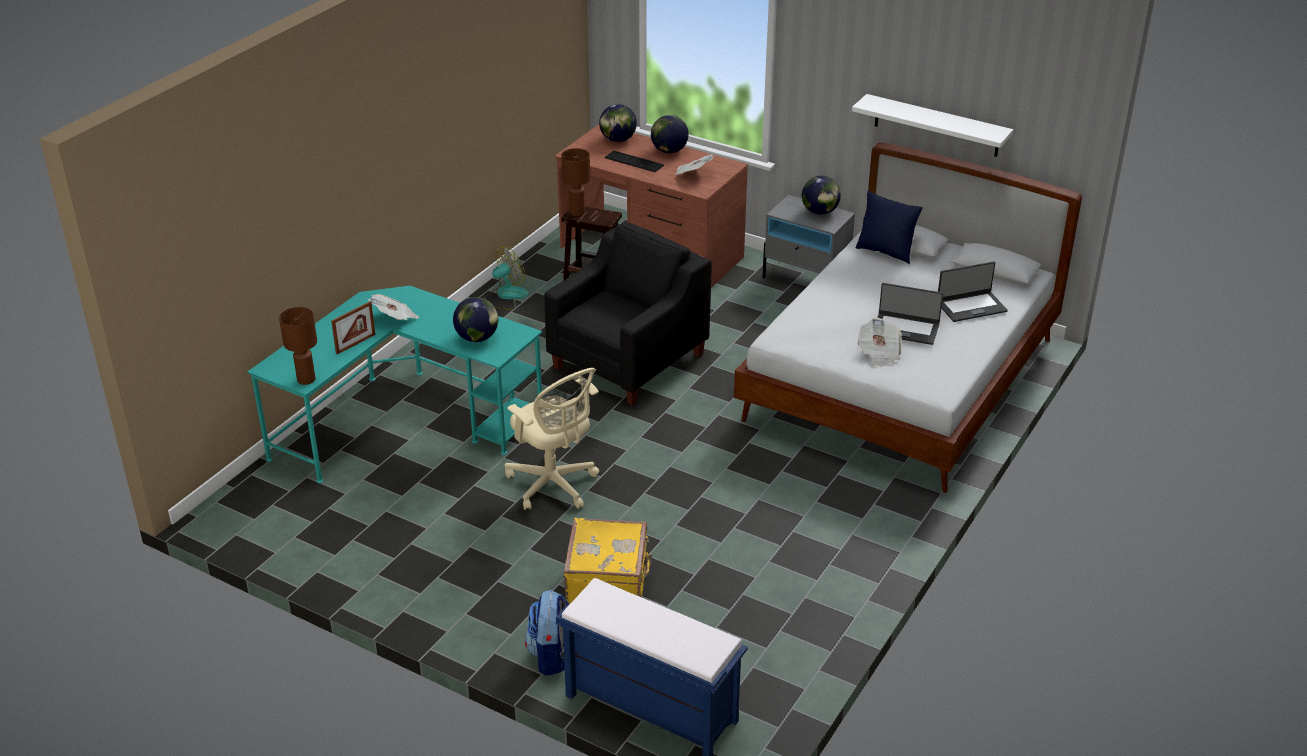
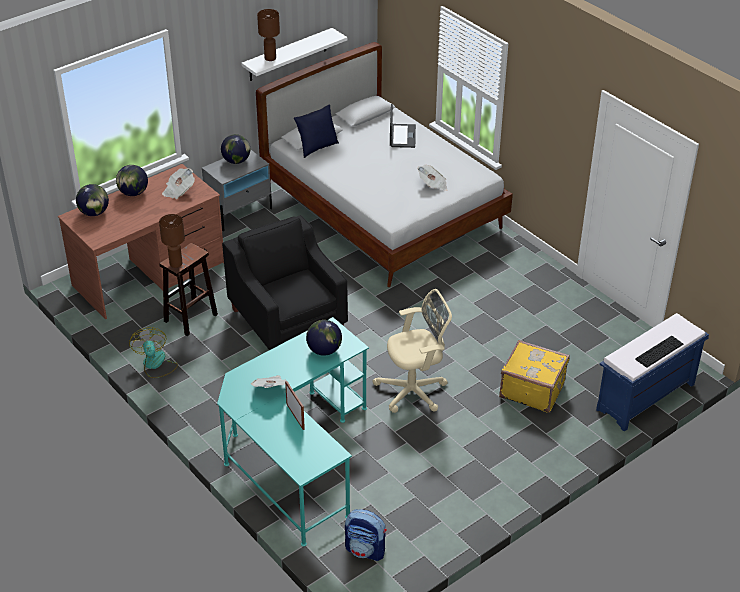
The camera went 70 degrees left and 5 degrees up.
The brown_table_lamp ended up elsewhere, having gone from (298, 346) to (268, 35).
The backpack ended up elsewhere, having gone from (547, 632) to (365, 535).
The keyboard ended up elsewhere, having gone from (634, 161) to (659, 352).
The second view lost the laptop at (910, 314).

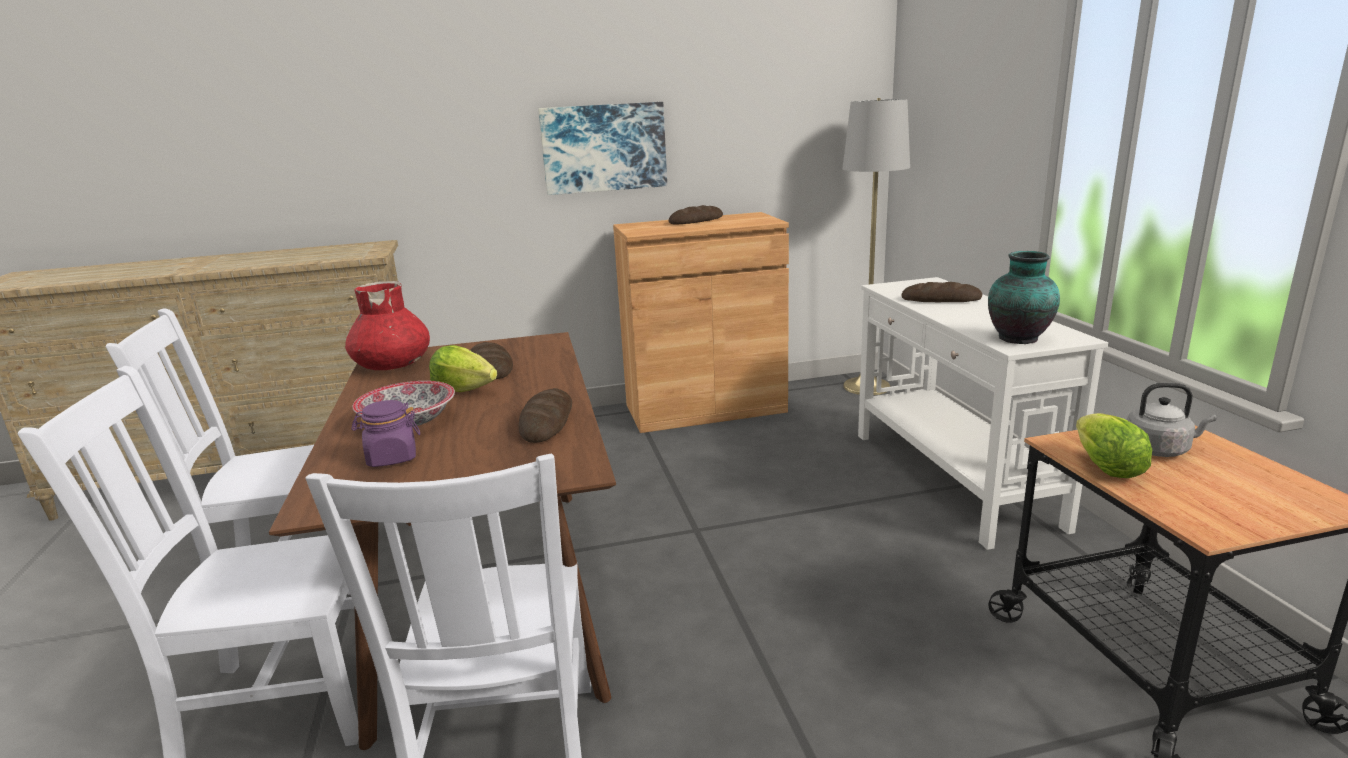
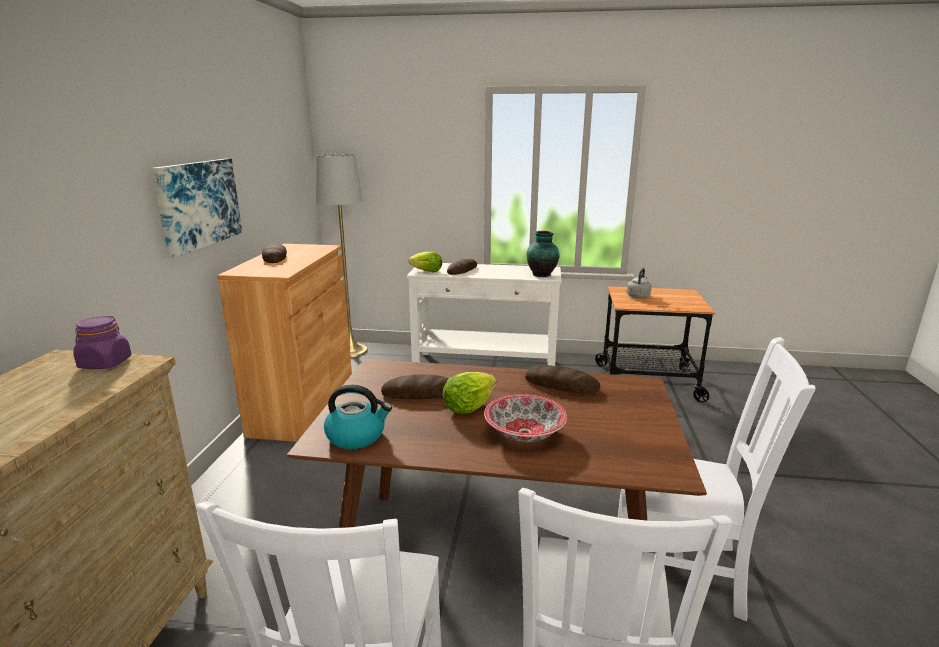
The camera went 70 degrees left and 0 degrees up.
The purple_jar ended up elsewhere, having gone from (385, 433) to (102, 342).
Where the red_vase stood at (387, 325), the kettle came to stand at (358, 417).
The lettuce ended up elsewhere, having gone from (1114, 445) to (425, 262).

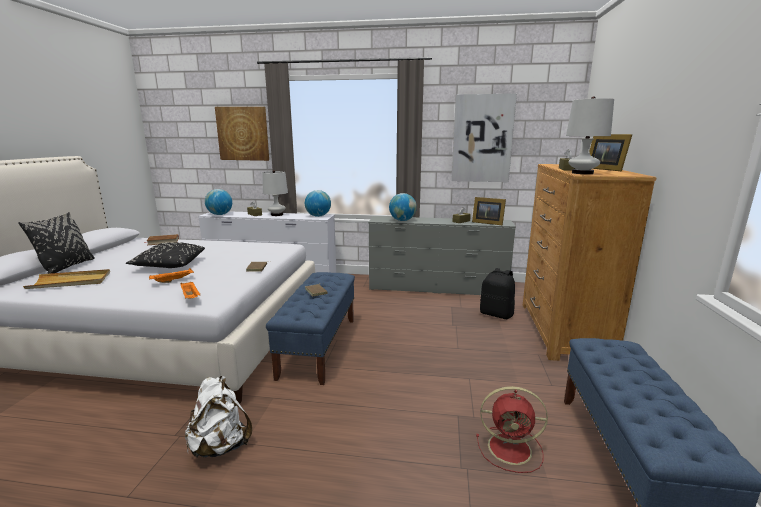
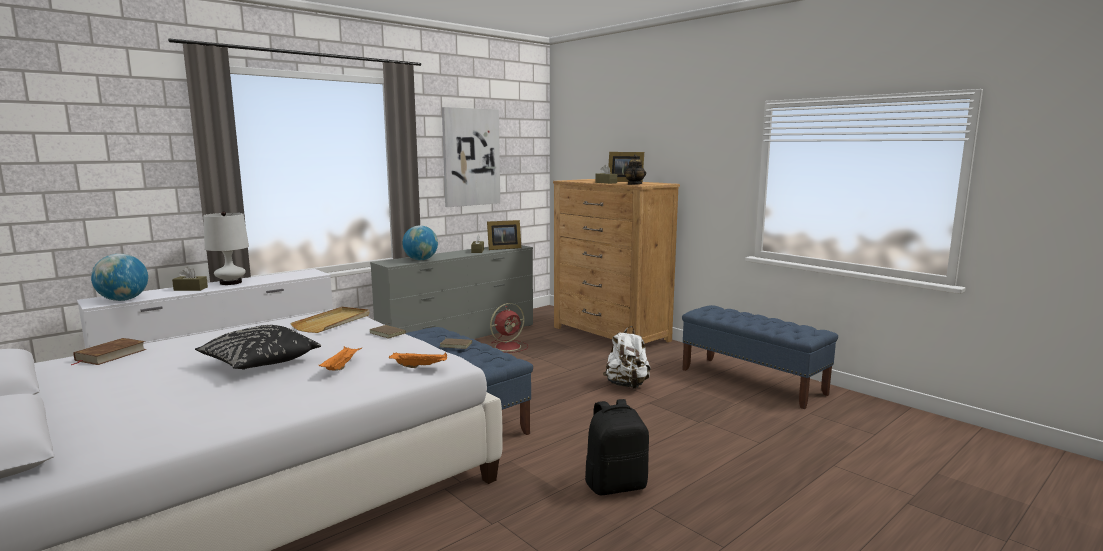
The camera went 50 degrees left and 5 degrees down.
The beige_tray ended up elsewhere, having gone from (66, 279) to (330, 320).
The red_fan ended up elsewhere, having gone from (512, 429) to (509, 328).
The black_backpack ended up elsewhere, having gone from (497, 293) to (617, 447).
The white_backpack ended up elsewhere, having gone from (218, 416) to (627, 357).
Where the white_table_lamp stood at (590, 135), the teapot came to stand at (635, 170).
The second view lost the black_pillow at (57, 243).
The second view lost the picture at (242, 134).
The second view lost the globe at (318, 203).

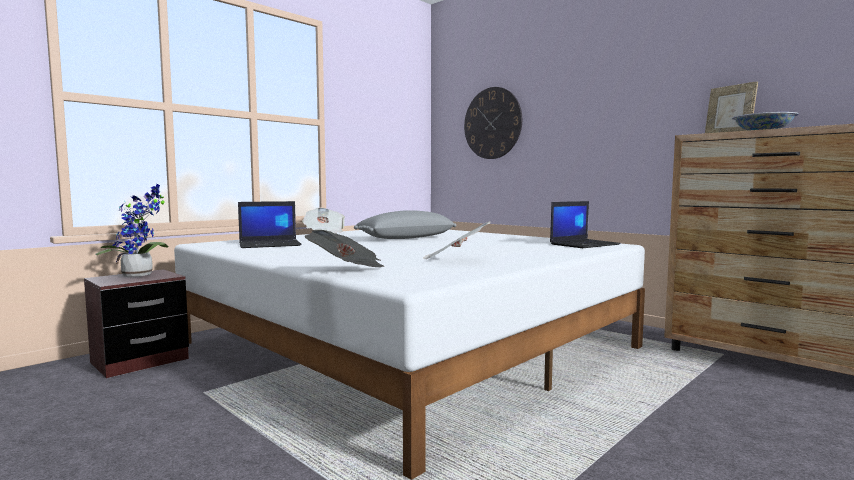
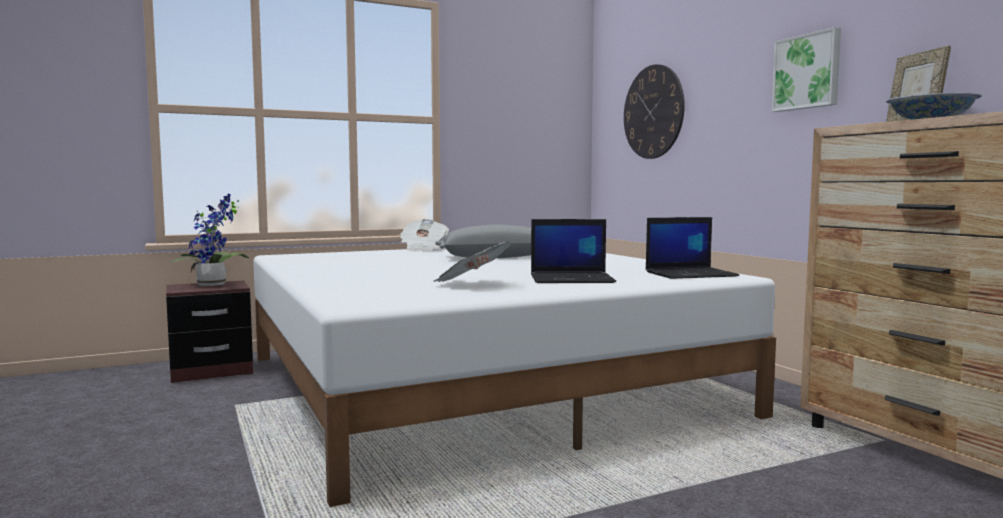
The camera went 20 degrees right and 0 degrees up.
The laptop ended up elsewhere, having gone from (270, 224) to (573, 251).
The second view gained the picture at (806, 69).
The second view lost the newspaper at (344, 248).

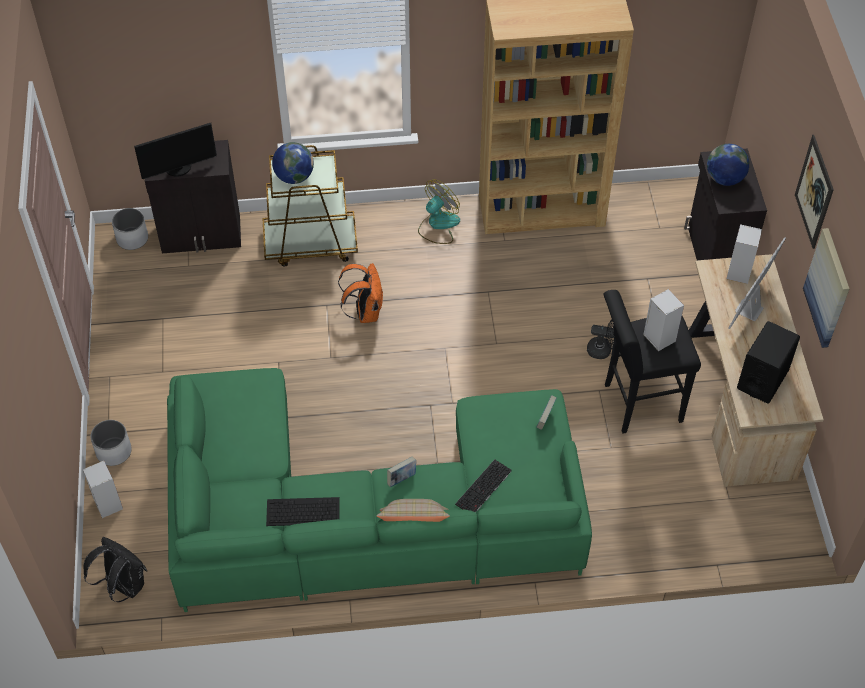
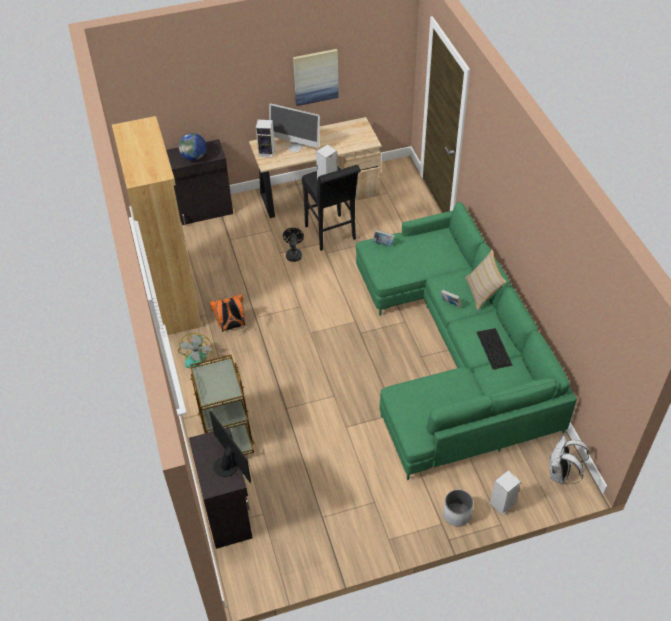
The camera went 100 degrees left and 5 degrees down.
The fan at (439, 211) ended up facing another way, 120 degrees counterclockwise from before.
The orange_backpack ended up elsewhere, having gone from (360, 293) to (227, 313).
What was the black_backpack at (115, 569) turned into the white_backpack at (569, 459).
The second view lost the white_planter at (130, 229).
The second view lost the globe at (293, 163).
The second view lost the keyboard at (483, 485).
The second view lost the black_speaker at (768, 362).
The second view lost the picture at (814, 192).

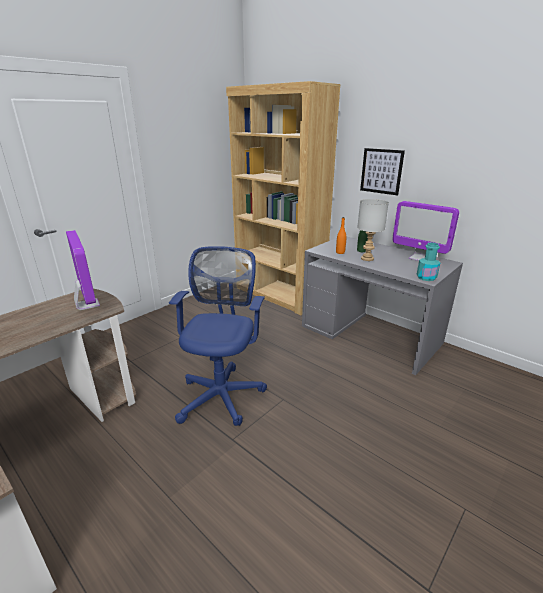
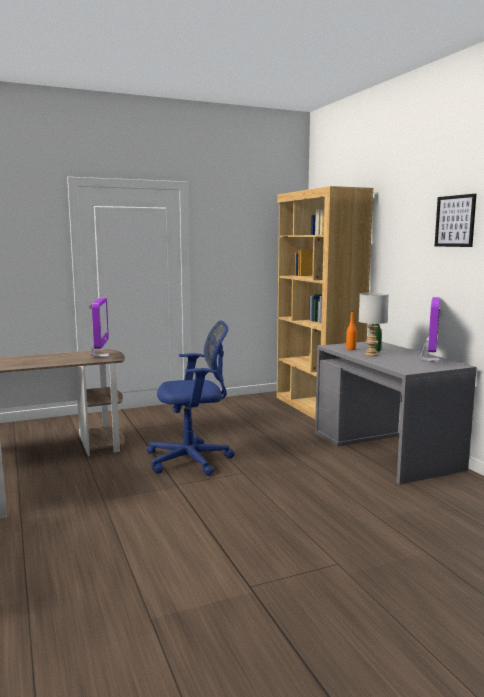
The camera went 25 degrees right and 15 degrees down.
The blue_office_chair at (218, 336) ended up facing another way, 45 degrees clockwise from before.
The monitor at (425, 231) ended up facing another way, 135 degrees counterclockwise from before.
The picture ended up elsewhere, having gone from (382, 172) to (455, 220).
The second view lost the turquoise_bottle at (428, 262).

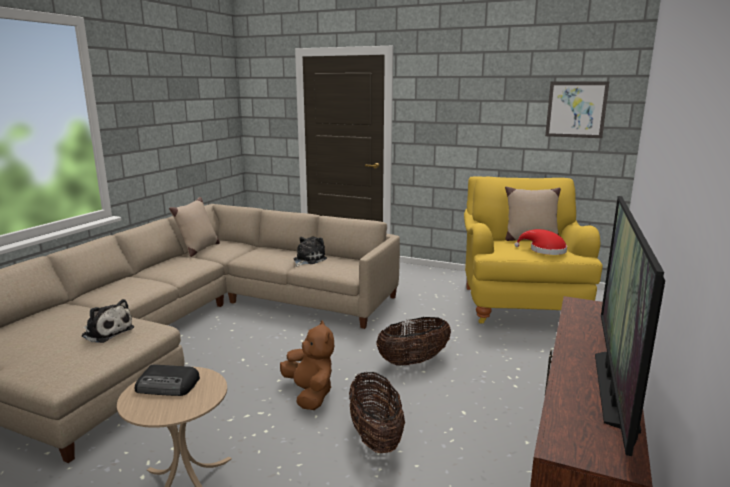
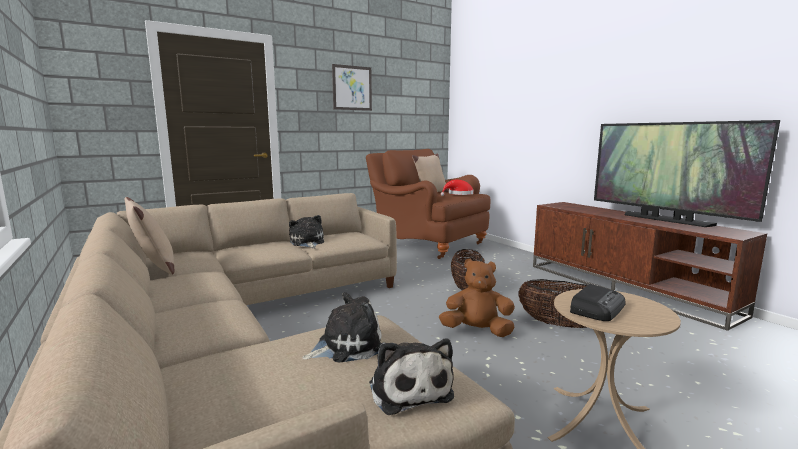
The camera went 55 degrees left and 5 degrees down.
The picture ended up elsewhere, having gone from (577, 110) to (352, 87).
What was the yellow_armchair at (533, 250) turned into the brown_armchair at (428, 204).
The second view gained the plush_toy at (411, 376).

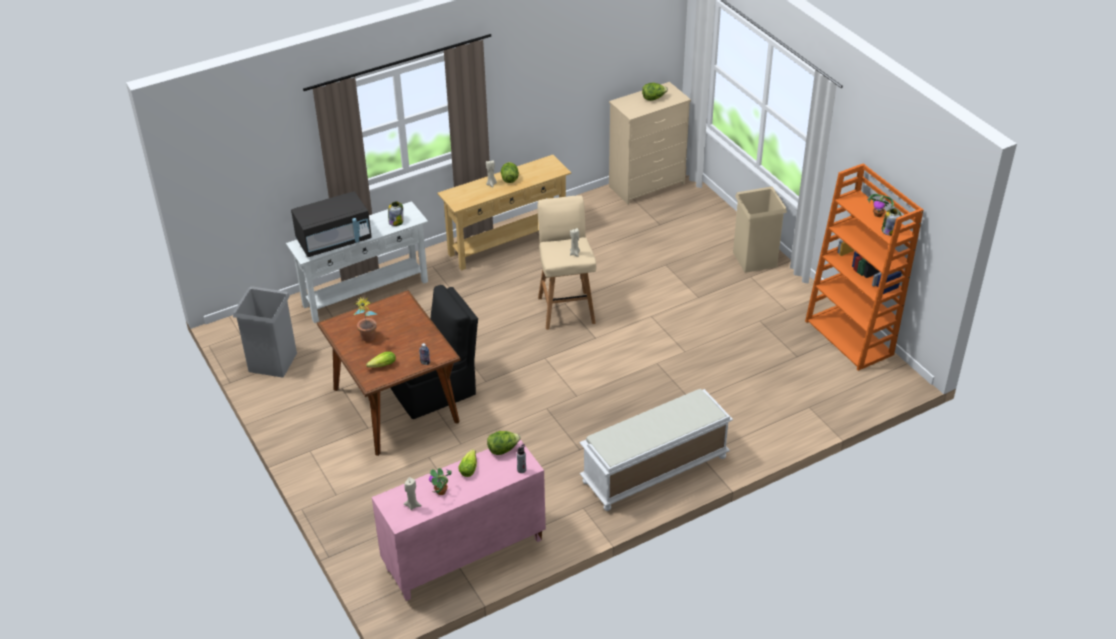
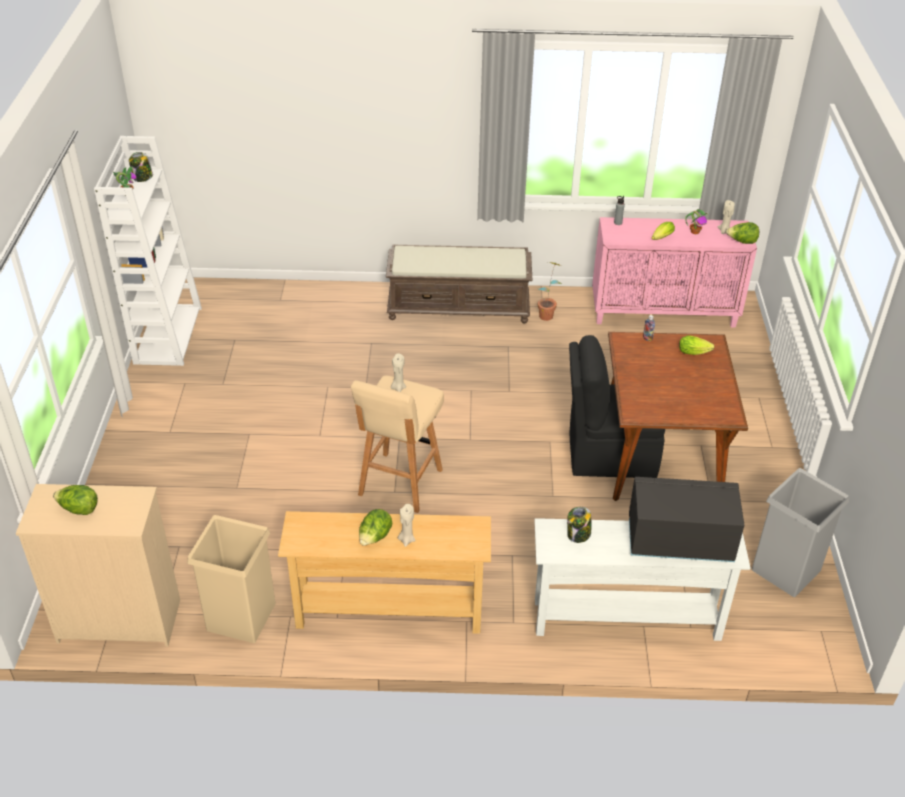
The camera went 150 degrees left and 0 degrees up.
What was the orange_bookcase at (864, 267) turned into the white_bookcase at (148, 251).
The beige_trash_can ended up elsewhere, having gone from (760, 229) to (231, 579).
What was the white_bench at (656, 450) turned into the brown_bench at (459, 283).
The potted_plant ended up elsewhere, having gone from (366, 319) to (550, 291).
The lettuce ended up elsewhere, having gone from (504, 443) to (742, 233).

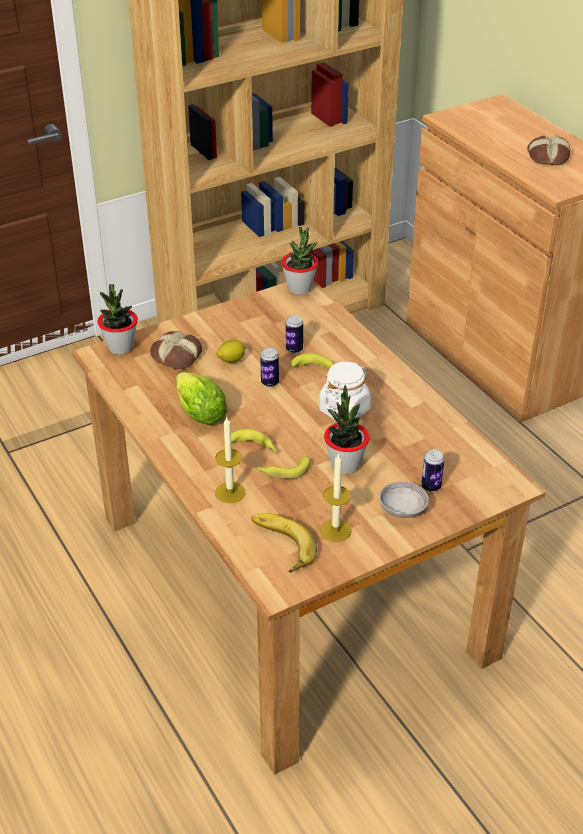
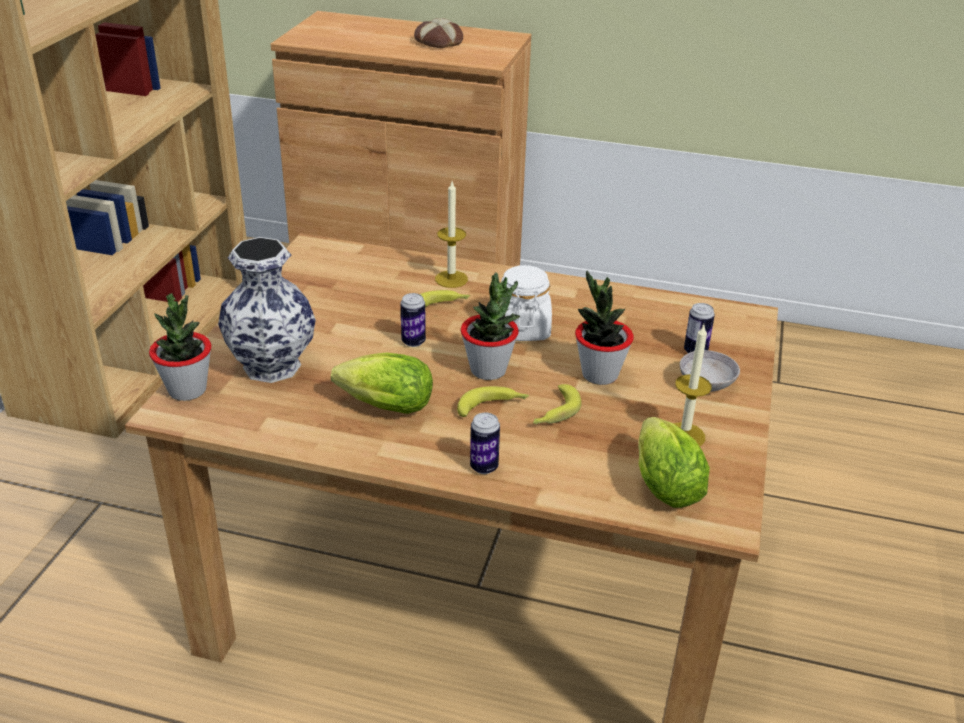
The camera went 45 degrees left and 5 degrees down.
Where the bread stood at (176, 350), the vase came to stand at (267, 310).
The candle ended up elsewhere, having gone from (230, 459) to (451, 235).
The potted_plant ended up elsewhere, having gone from (299, 261) to (490, 326).
The can ended up elsewhere, having gone from (294, 334) to (485, 443).
Where the banana stood at (284, 543), the lettuce came to stand at (674, 462).
The second view lost the lemon at (231, 351).

